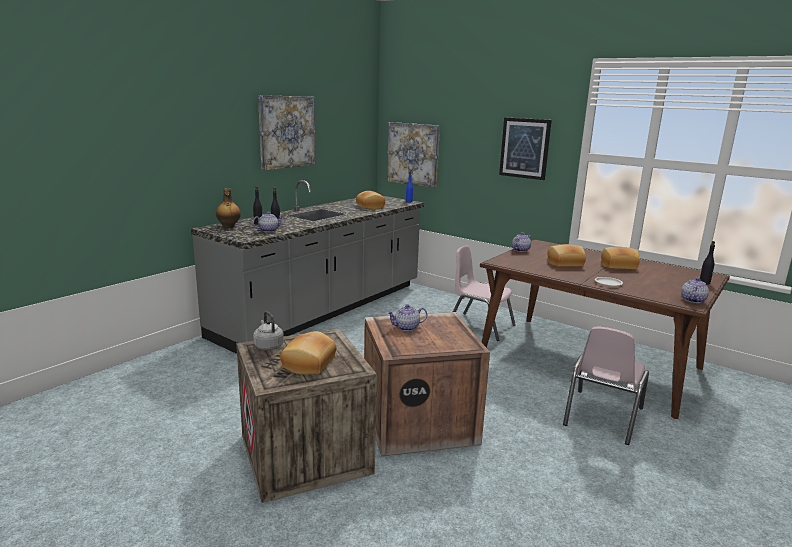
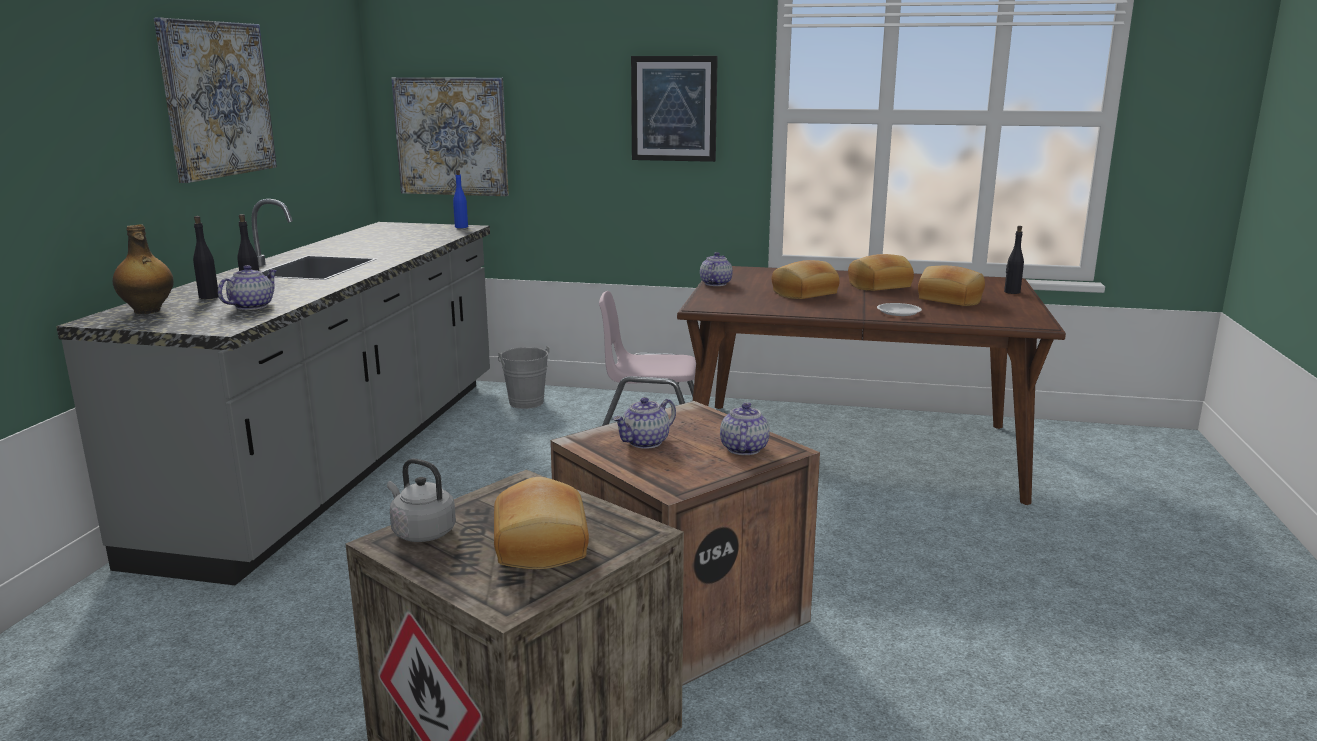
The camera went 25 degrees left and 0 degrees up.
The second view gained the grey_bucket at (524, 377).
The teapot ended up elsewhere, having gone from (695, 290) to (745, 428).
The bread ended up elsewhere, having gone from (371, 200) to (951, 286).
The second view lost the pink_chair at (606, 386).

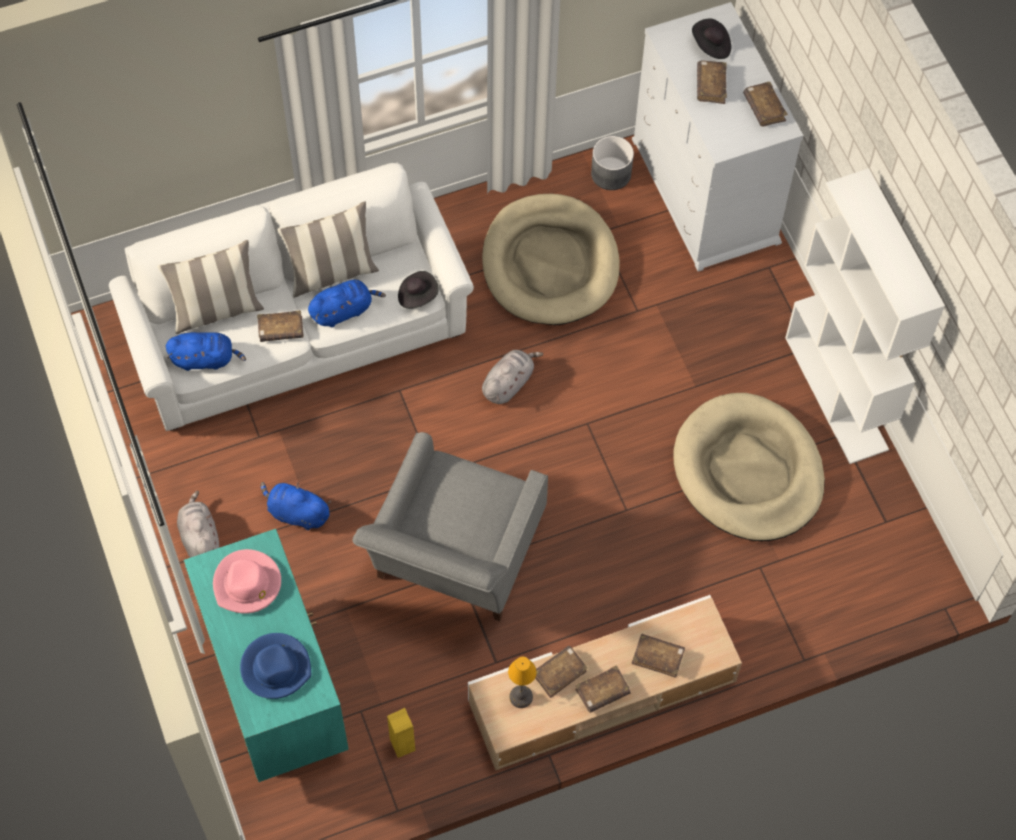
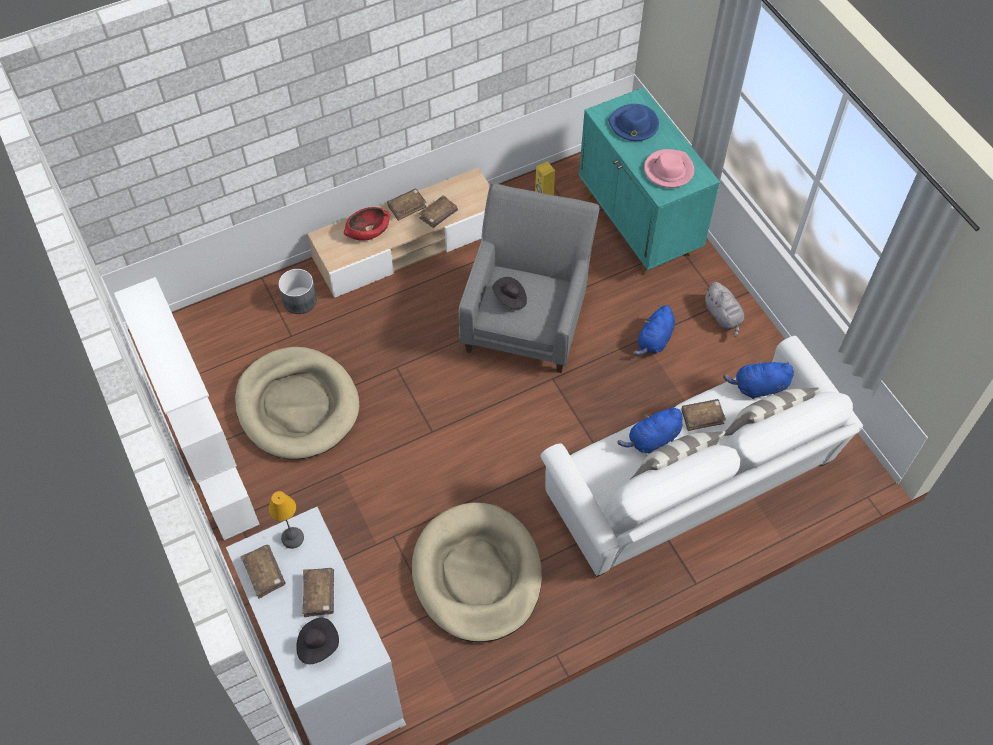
The camera went 175 degrees right and 5 degrees down.
The table_lamp ended up elsewhere, having gone from (522, 682) to (286, 520).
The grey_planter ended up elsewhere, having gone from (612, 163) to (297, 291).
Where the brown_book stood at (658, 656), the red_bowl came to stand at (367, 224).
The black_hat ended up elsewhere, having gone from (418, 290) to (509, 293).
The blue_plush_toy at (296, 506) ended up facing another way, 105 degrees clockwise from before.
The second view lost the grey_plush_toy at (512, 377).

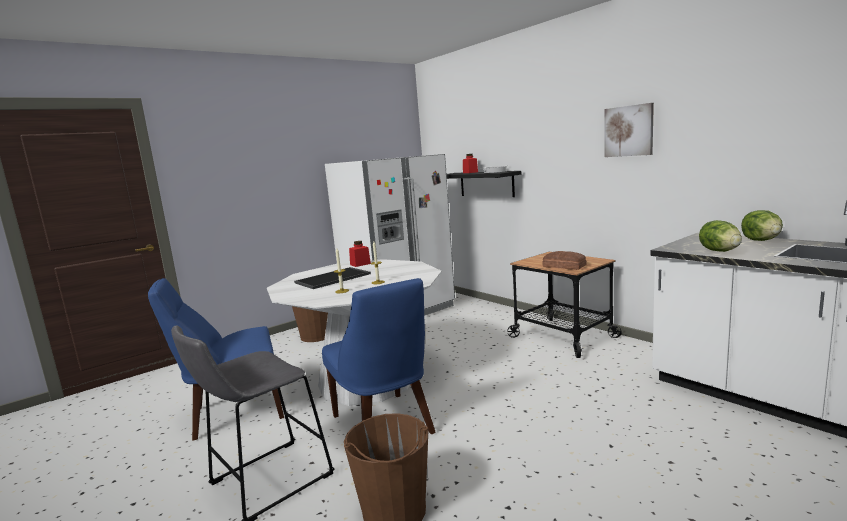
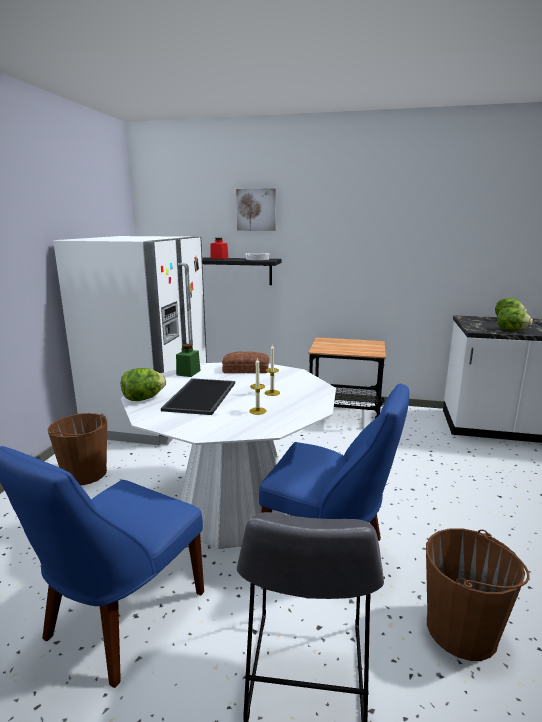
The camera went 40 degrees left and 5 degrees up.
The second view gained the lettuce at (143, 384).
What was the red_jar at (360, 254) turned into the green_jar at (188, 360).
The bread ended up elsewhere, having gone from (564, 260) to (245, 362).
The picture ended up elsewhere, having gone from (629, 130) to (256, 209).

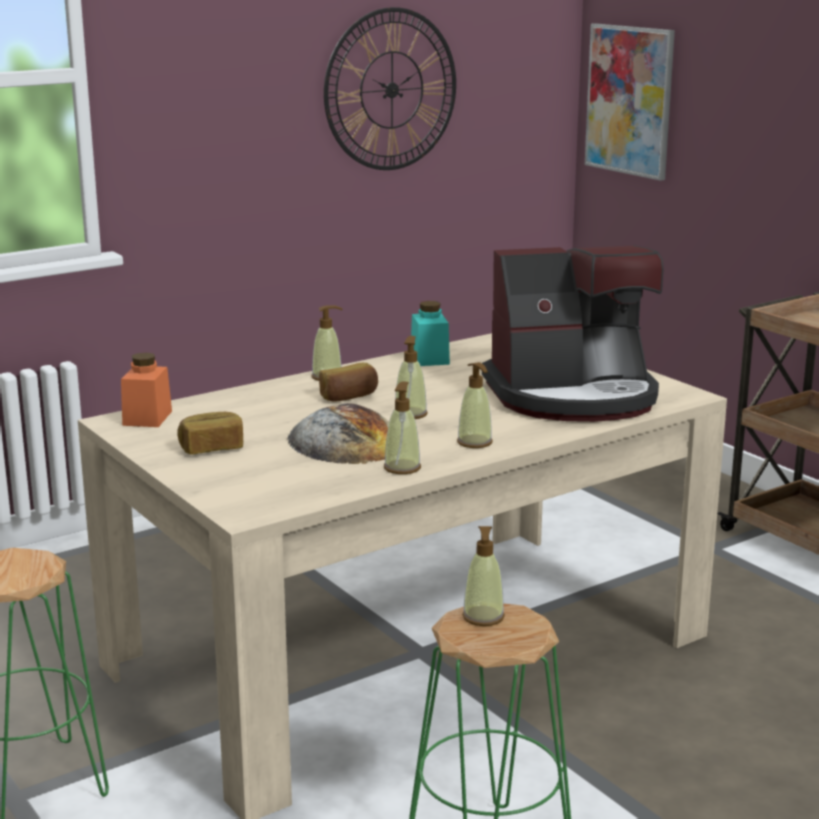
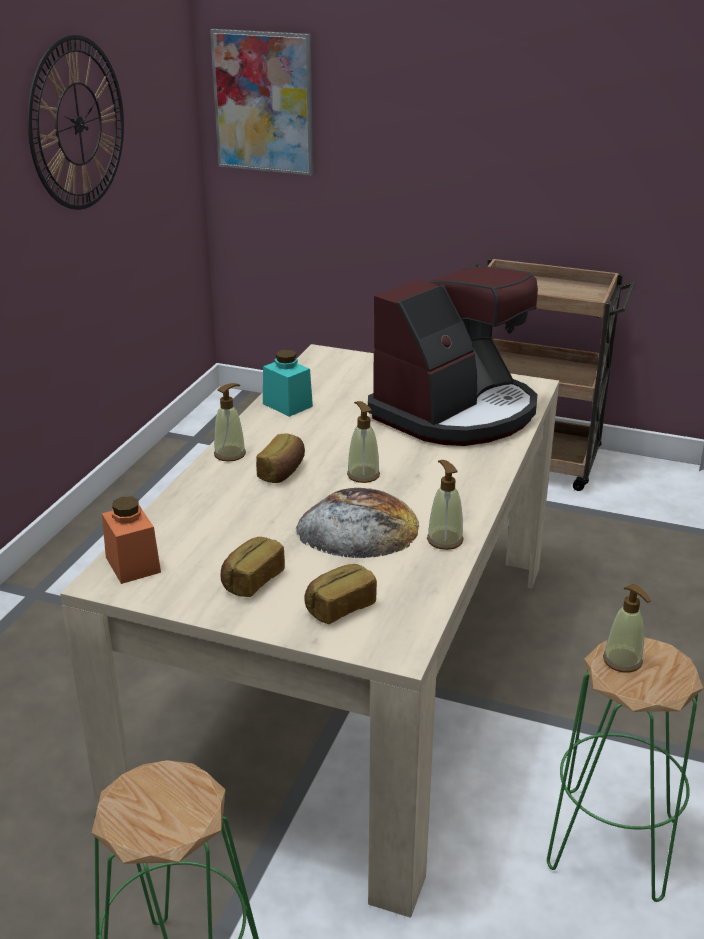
The camera went 35 degrees left and 10 degrees up.
The second view gained the bread at (341, 594).
The second view lost the soap_dispenser at (475, 405).

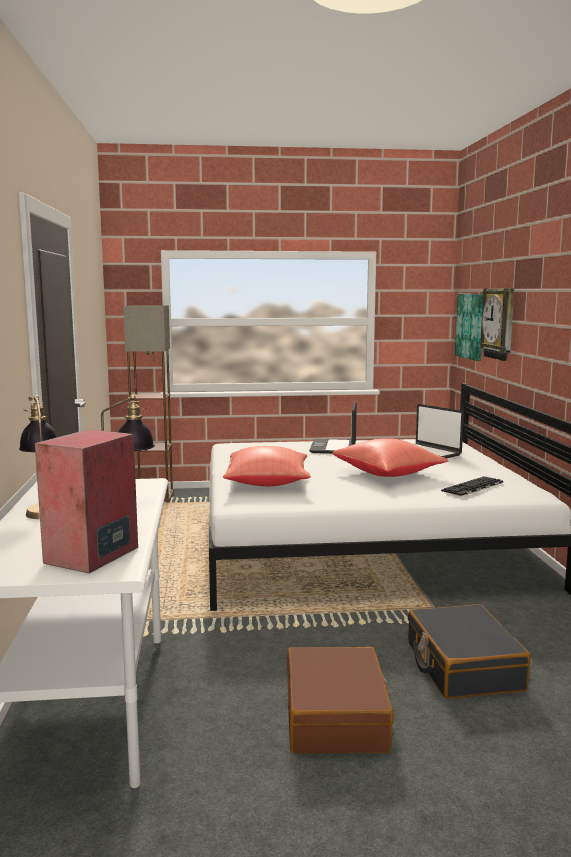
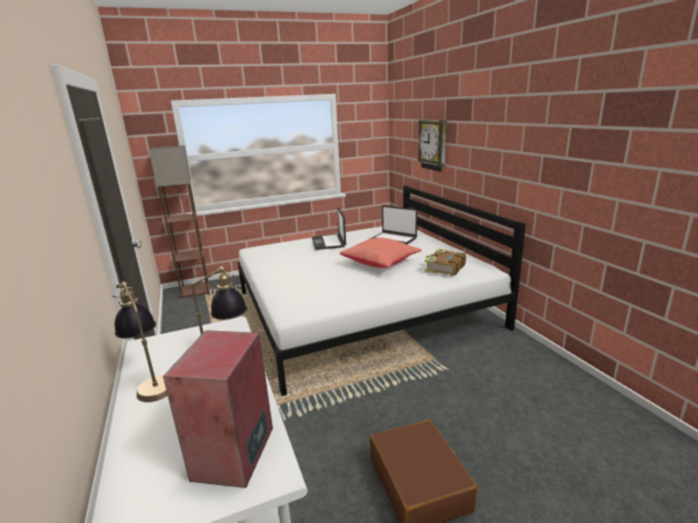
The camera went 15 degrees left and 10 degrees up.
Where the keyboard stood at (472, 486), the book came to stand at (445, 262).
The second view lost the red_pillow at (267, 466).
The second view lost the black_suitcase at (469, 651).
The second view lost the picture at (469, 327).

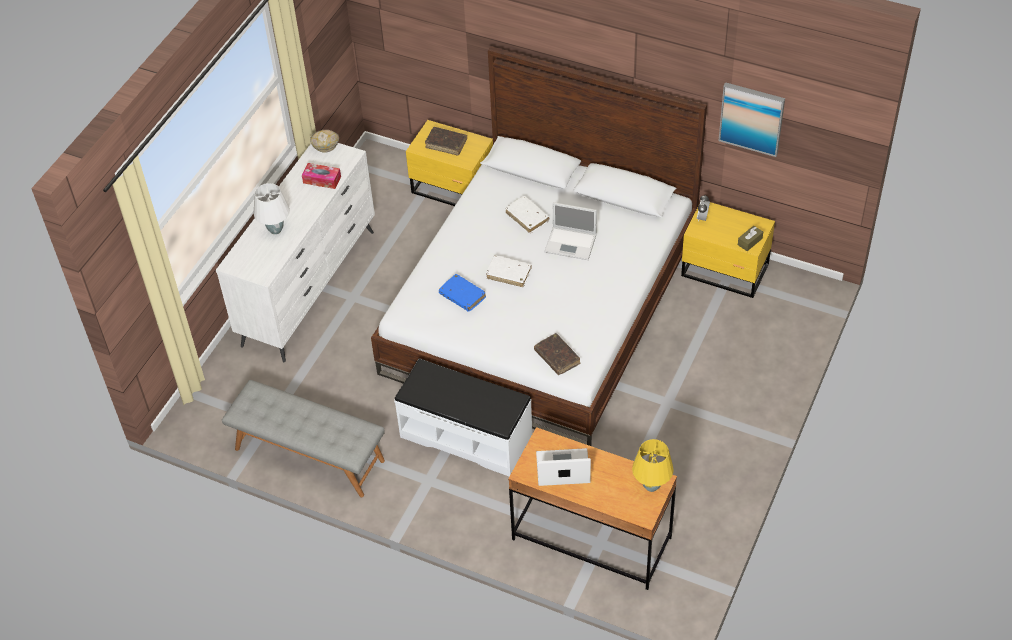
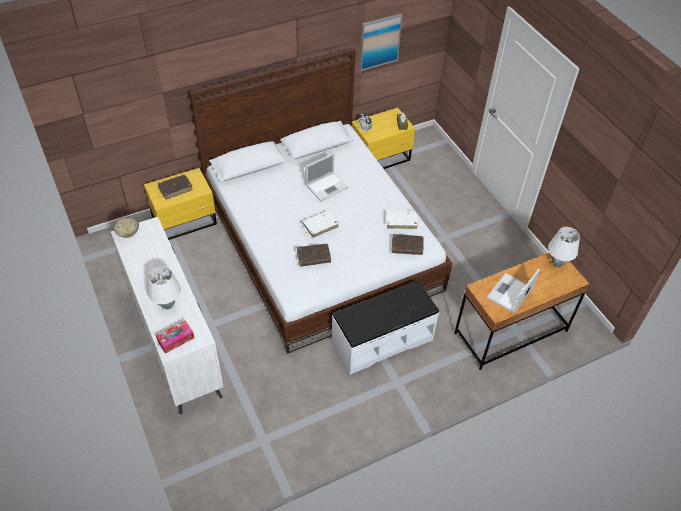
The camera went 55 degrees left and 0 degrees up.
The tissue_box ended up elsewhere, having gone from (321, 176) to (175, 337).
What was the blue_book at (462, 293) turned into the brown_book at (314, 255).
The white_book ended up elsewhere, having gone from (527, 215) to (402, 219).
What was the yellow_table_lamp at (653, 465) turned into the white_table_lamp at (564, 247).
The second view lost the grey_bench at (303, 438).

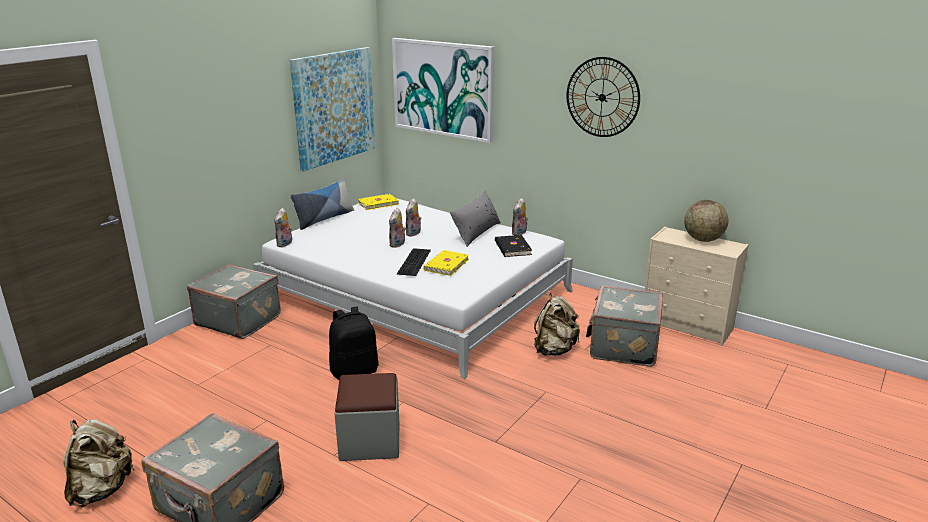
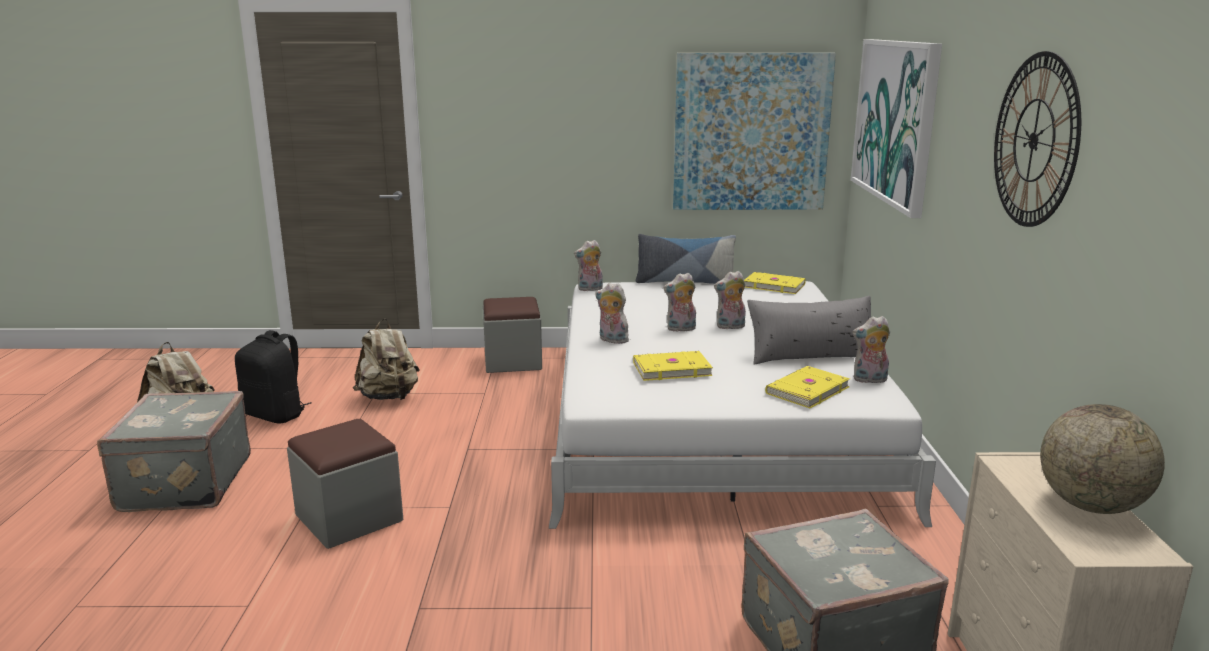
The camera went 55 degrees right and 5 degrees down.
The black_backpack ended up elsewhere, having gone from (354, 343) to (273, 376).
The beige_backpack ended up elsewhere, having gone from (557, 324) to (386, 359).
Where the grey_suitcase stood at (234, 301), the grey_ottoman came to stand at (512, 335).
The second view gained the plush_toy at (612, 313).
What was the black_book at (513, 246) turned into the yellow_book at (807, 387).
The second view lost the keyboard at (414, 262).

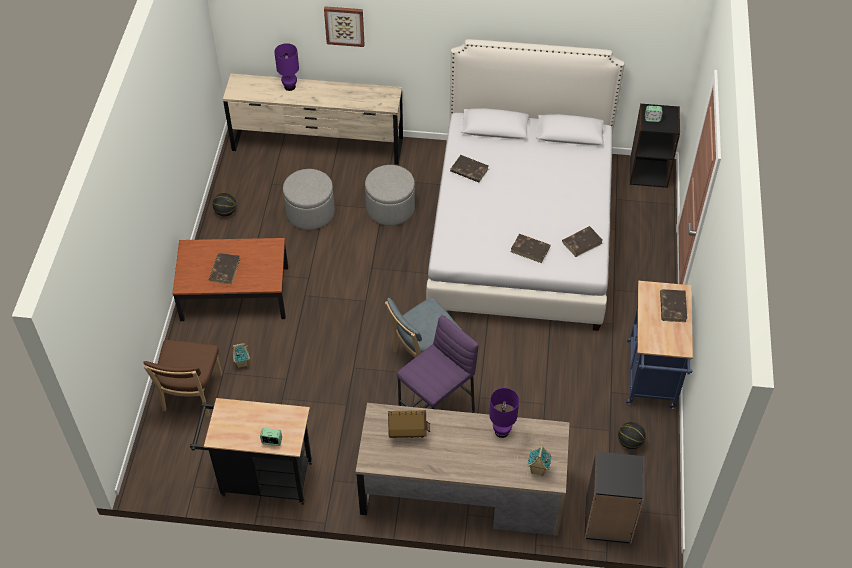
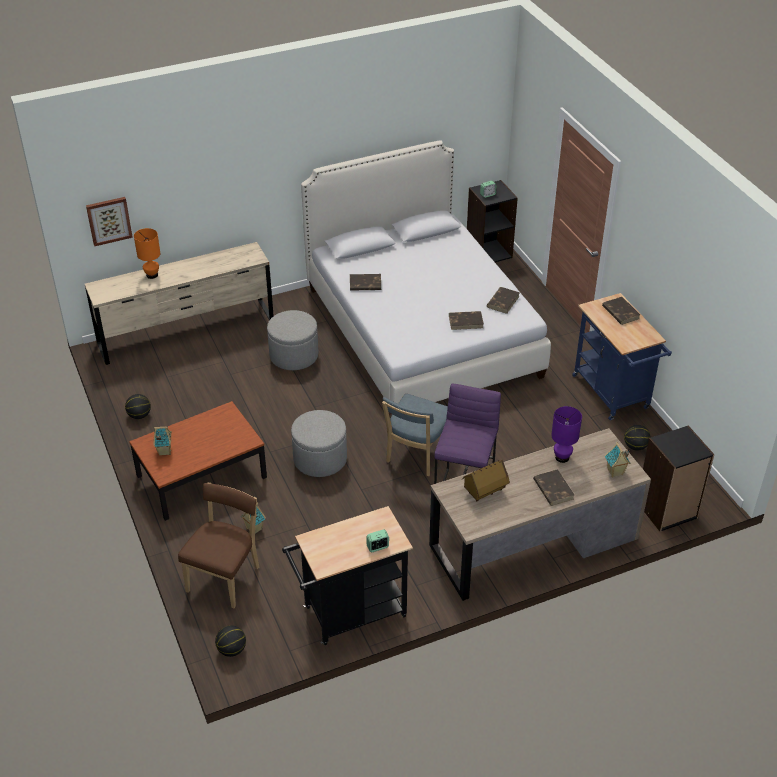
The camera went 30 degrees left and 10 degrees down.
The picture ended up elsewhere, having gone from (344, 26) to (109, 221).
What was the purple_table_lamp at (286, 67) turned into the orange_table_lamp at (147, 253).
The second view gained the toy_house at (162, 441).
The brown_chair at (183, 378) ended up facing another way, 135 degrees counterclockwise from before.
The second view gained the basketball at (230, 641).
The grey_ottoman ended up elsewhere, having gone from (309, 199) to (319, 443).
The brown_book ended up elsewhere, having gone from (224, 268) to (553, 487).

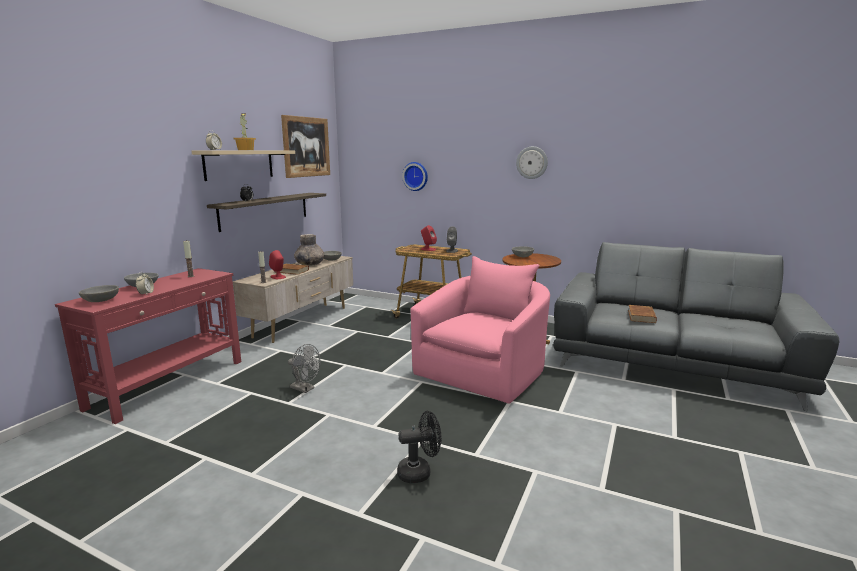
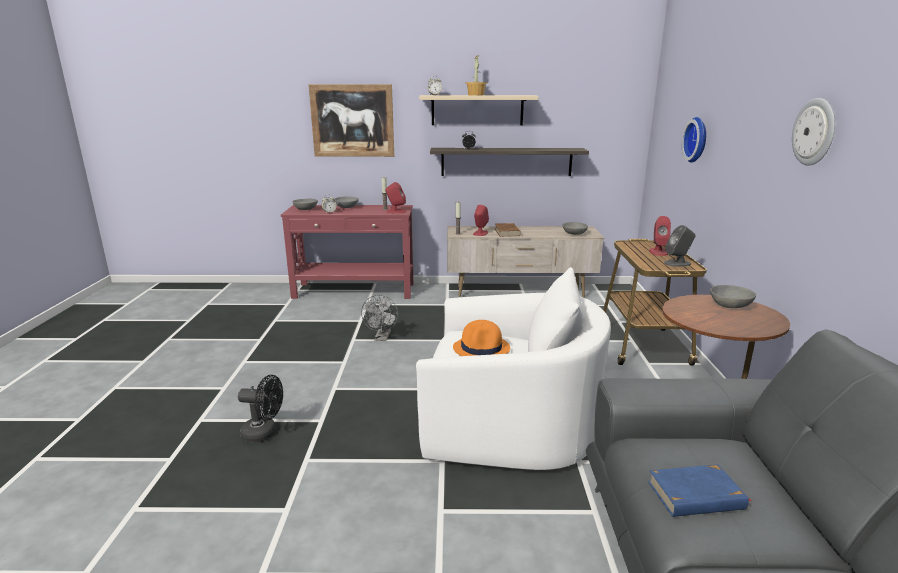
The camera went 65 degrees right and 5 degrees up.
The black_fan at (419, 447) ended up facing another way, 45 degrees counterclockwise from before.
The picture ended up elsewhere, having gone from (305, 146) to (351, 120).
The second view gained the red_speaker at (395, 197).
What was the pink_armchair at (480, 330) turned into the white_armchair at (513, 368).
The second view gained the orange_hat at (481, 338).
What was the brown_book at (642, 314) turned into the blue_book at (699, 490).
The second view lost the grey_vase at (309, 250).

